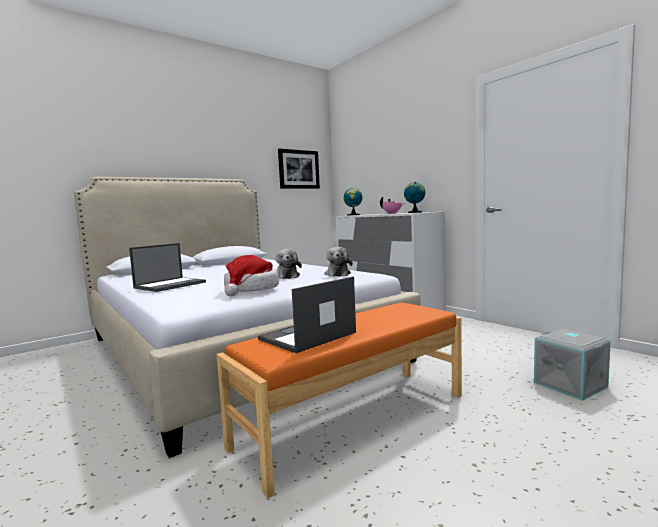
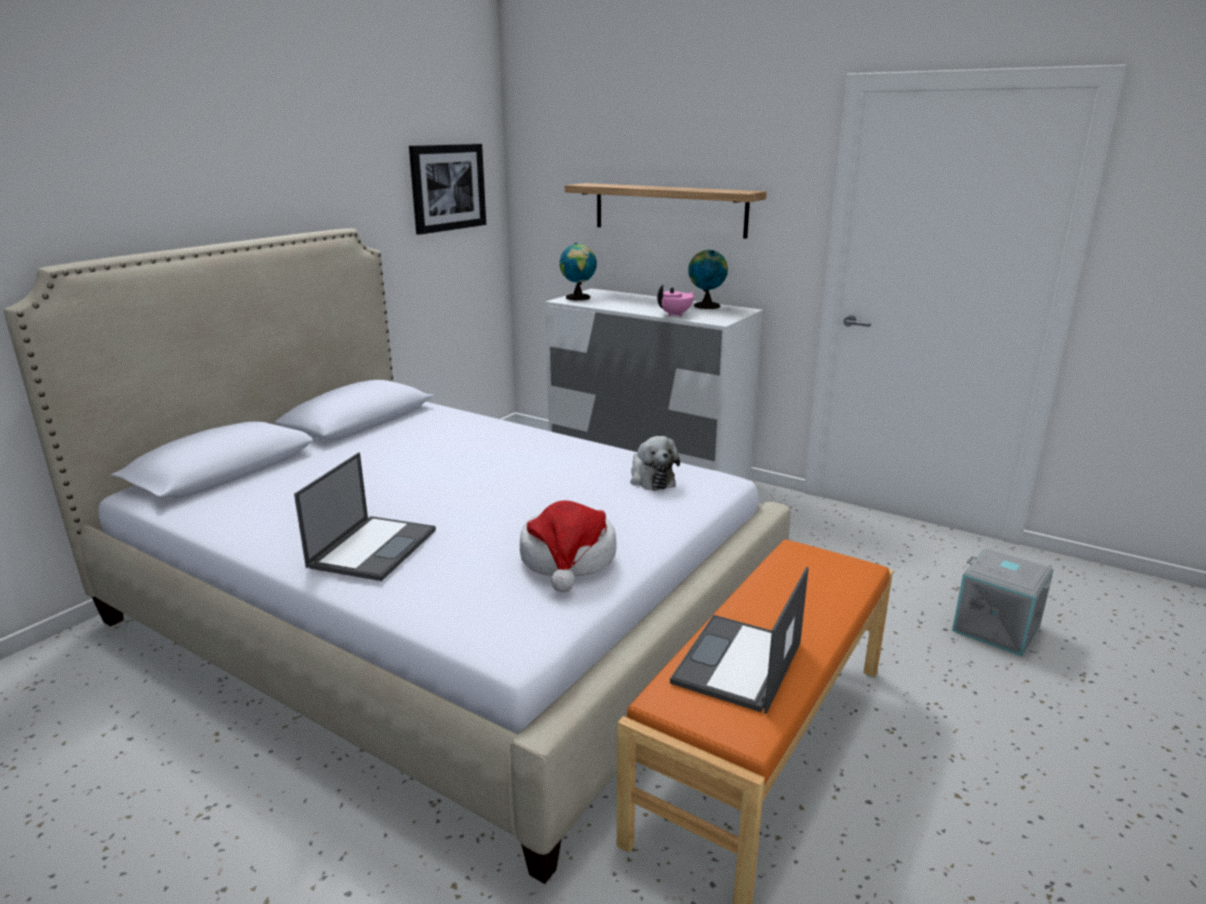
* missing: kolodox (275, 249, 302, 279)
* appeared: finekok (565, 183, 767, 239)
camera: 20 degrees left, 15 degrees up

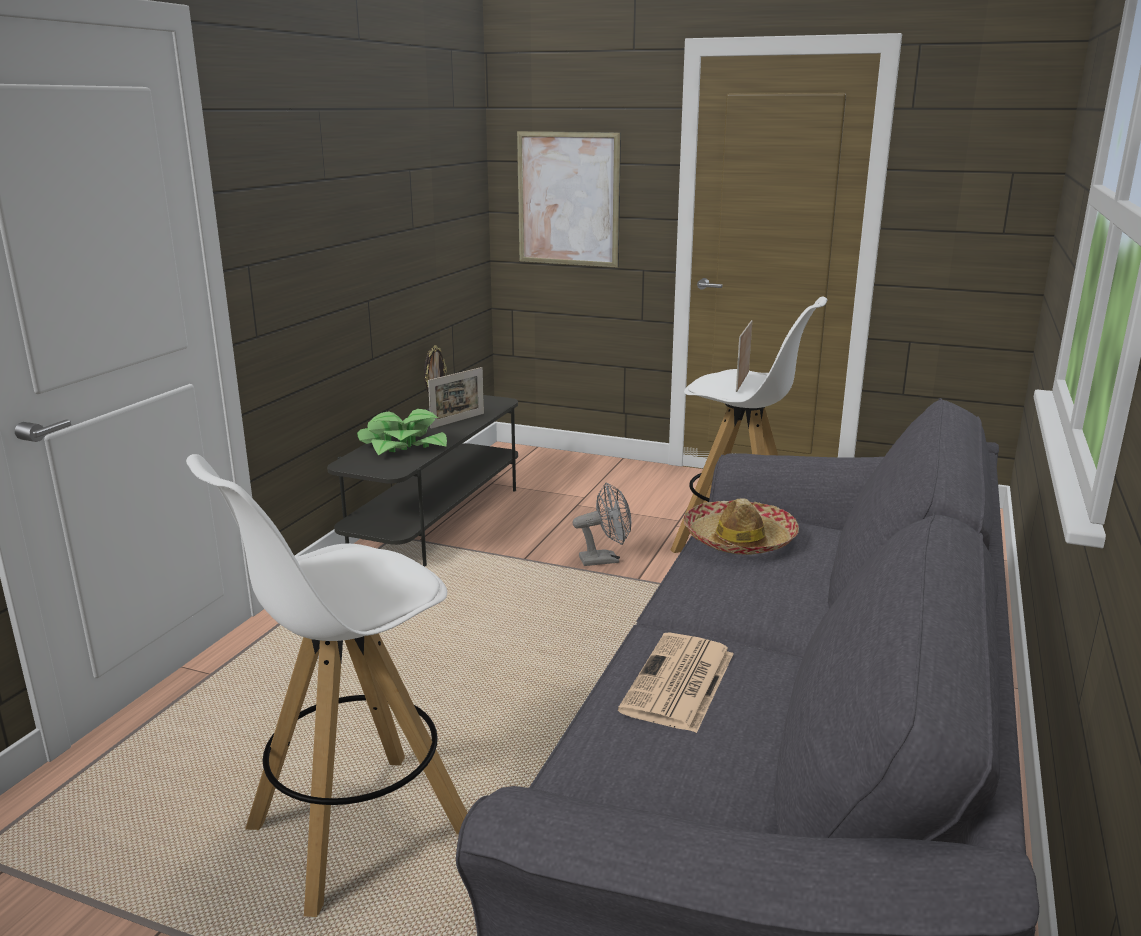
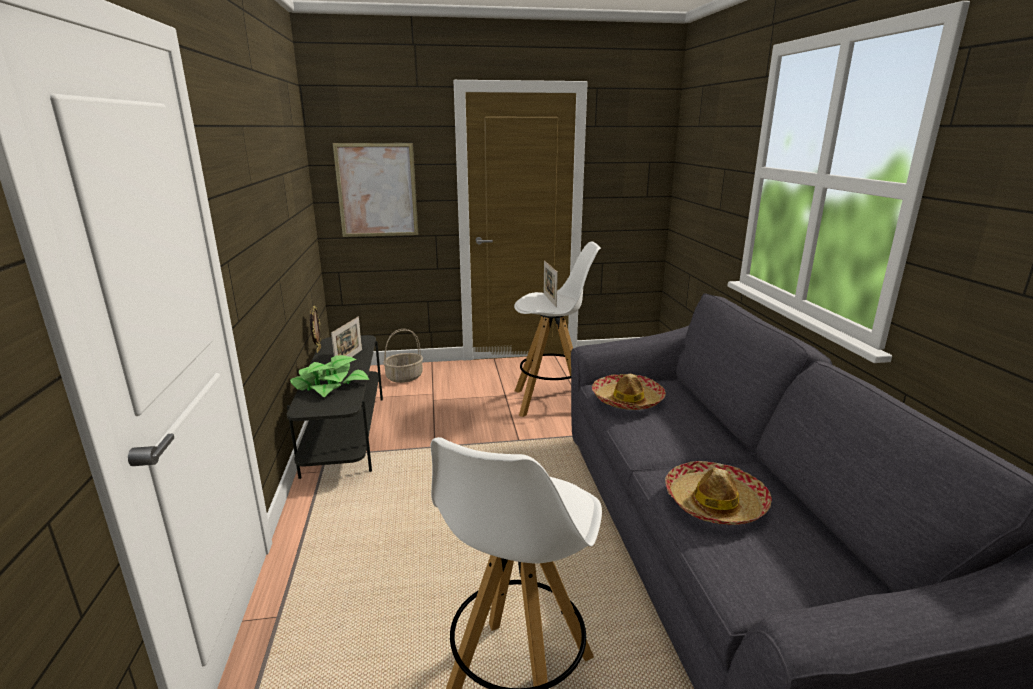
* missing: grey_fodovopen (573, 482, 631, 566)
* exchanged: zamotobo (618, 632, 734, 733) to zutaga (665, 461, 772, 525)
* appeared: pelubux (383, 329, 423, 383)
camera: 30 degrees left, 0 degrees up

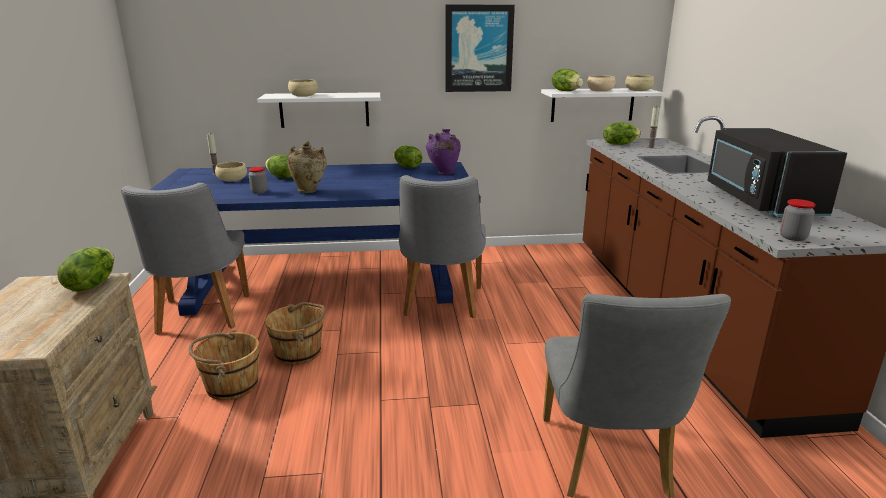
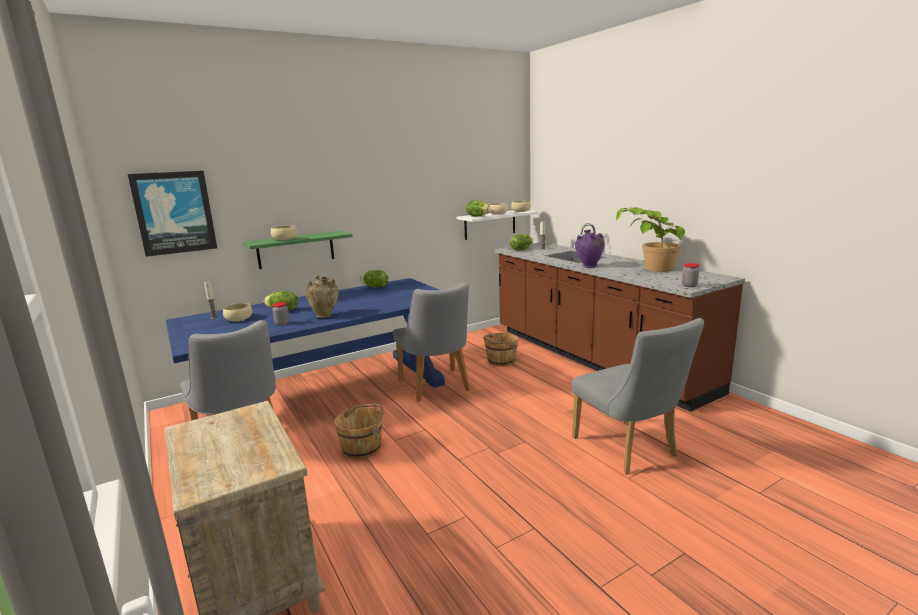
* missing: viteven (57, 247, 114, 292)
* relocated: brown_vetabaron (189, 330, 259, 400) to (483, 333, 518, 366)
* colour: white_finekok (257, 92, 380, 128) to green_finekok (243, 231, 353, 269)
* relocated: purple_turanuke (426, 129, 461, 175) to (575, 230, 605, 268)
* relocated: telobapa (445, 5, 515, 92) to (128, 171, 217, 257)
* exchanged: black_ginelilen (707, 128, 847, 217) to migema (616, 207, 685, 272)
camera: 25 degrees left, 5 degrees down

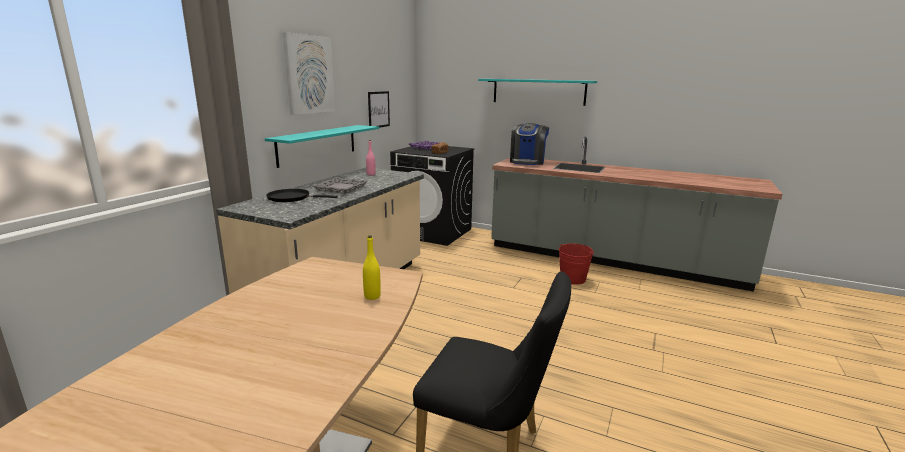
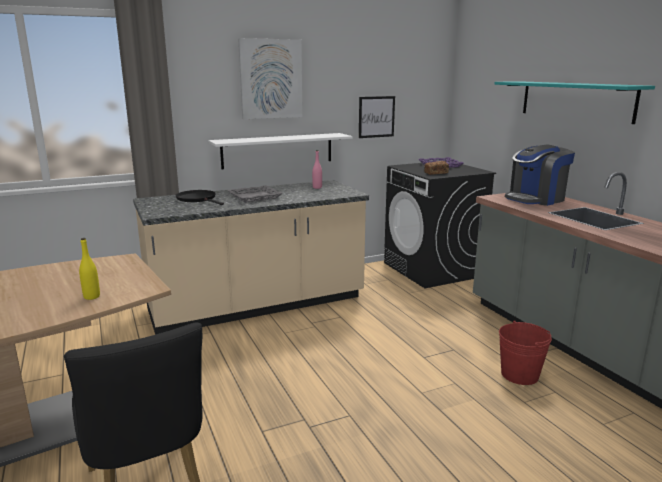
* colour: turquoise_finekok (265, 125, 379, 168) to white_finekok (208, 133, 353, 169)
camera: 40 degrees right, 0 degrees up

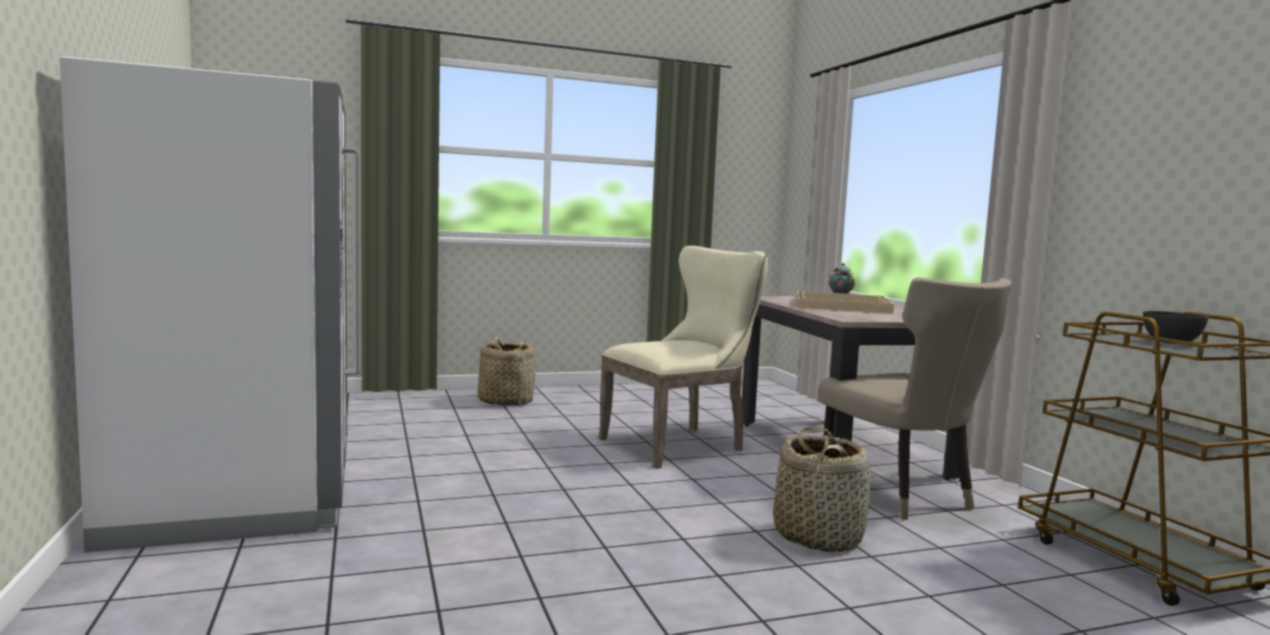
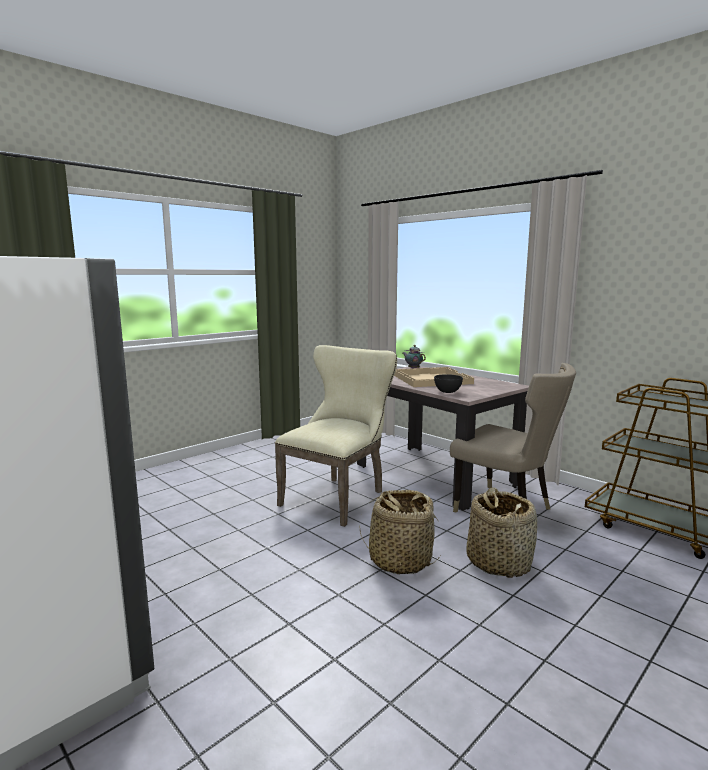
* relocated: pelubux (478, 337, 536, 406) to (359, 490, 440, 574)
* relocated: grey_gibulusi (1143, 311, 1208, 344) to (434, 374, 463, 393)
camera: 25 degrees left, 5 degrees up

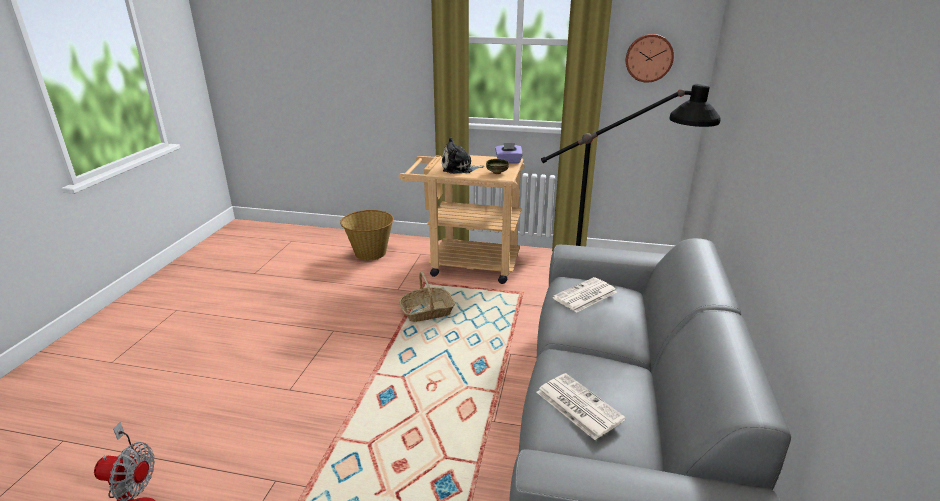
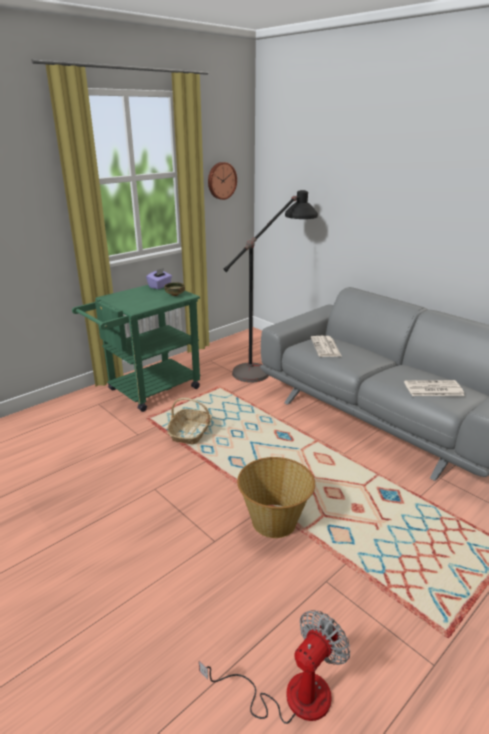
* relocated: pelubux (340, 210, 394, 260) to (237, 457, 315, 538)
* colour: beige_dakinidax (399, 155, 525, 284) to green_dakinidax (72, 285, 201, 412)
* missing: kolodox (442, 138, 484, 174)
camera: 55 degrees left, 0 degrees up

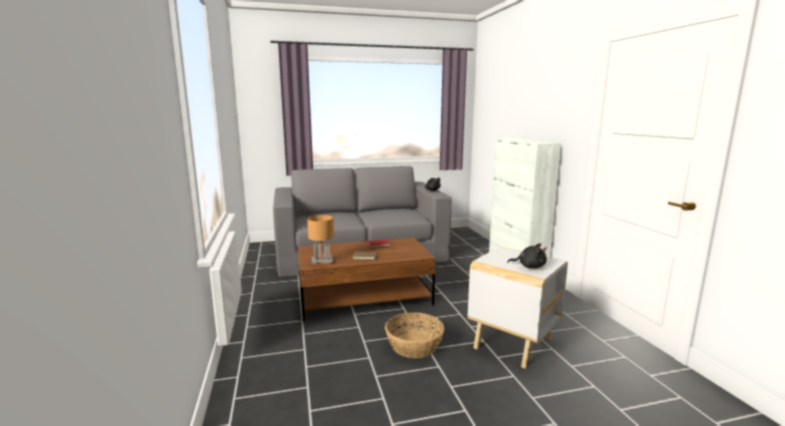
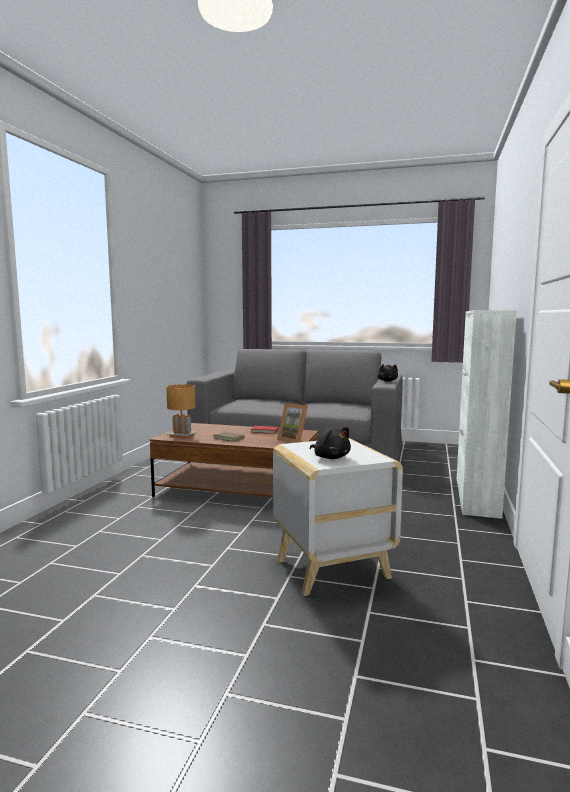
* missing: pelubux (385, 312, 445, 358)
* appeared: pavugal (277, 403, 308, 443)
camera: 30 degrees right, 5 degrees down

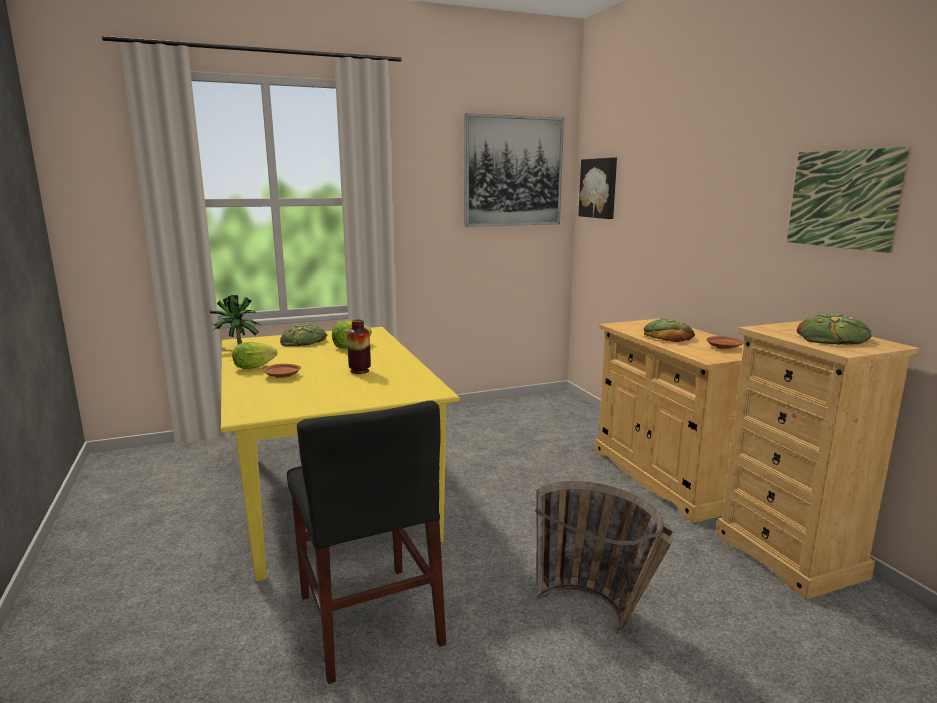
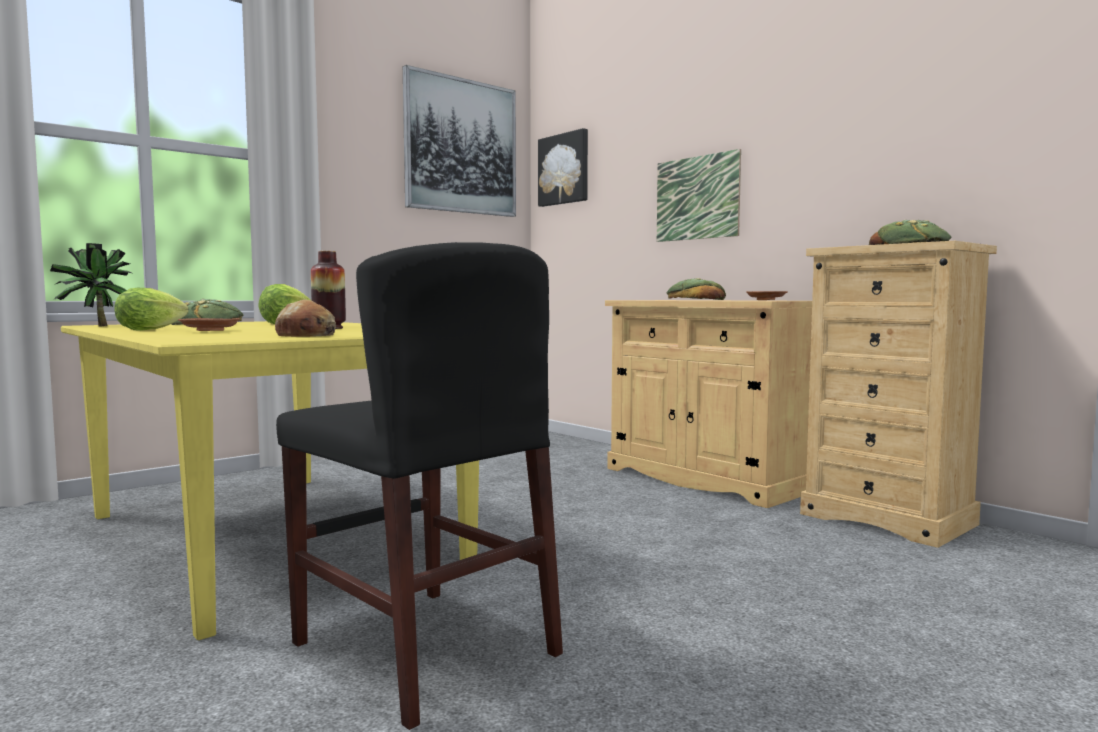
* missing: pelubux (536, 481, 673, 634)
* relocated: telobapa (787, 147, 912, 253) to (657, 149, 741, 242)
* appeared: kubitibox (275, 300, 336, 337)
camera: 20 degrees left, 10 degrees down

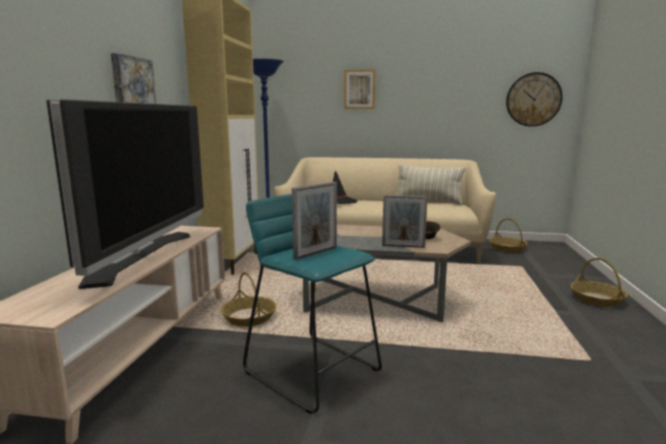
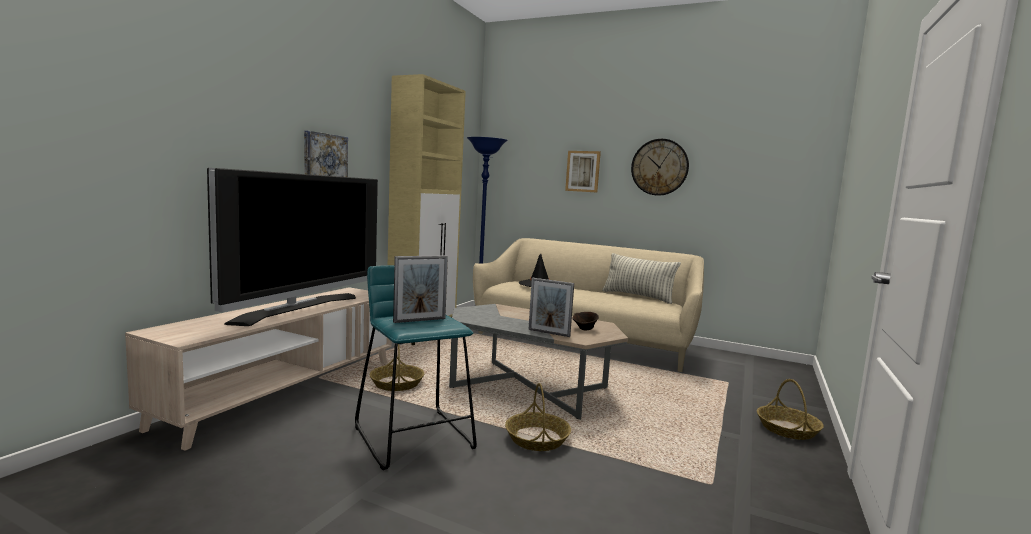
* relocated: pelubux (489, 218, 528, 252) to (505, 383, 571, 451)
* relocated: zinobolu (506, 72, 563, 127) to (631, 139, 689, 196)
camera: 15 degrees right, 5 degrees down

